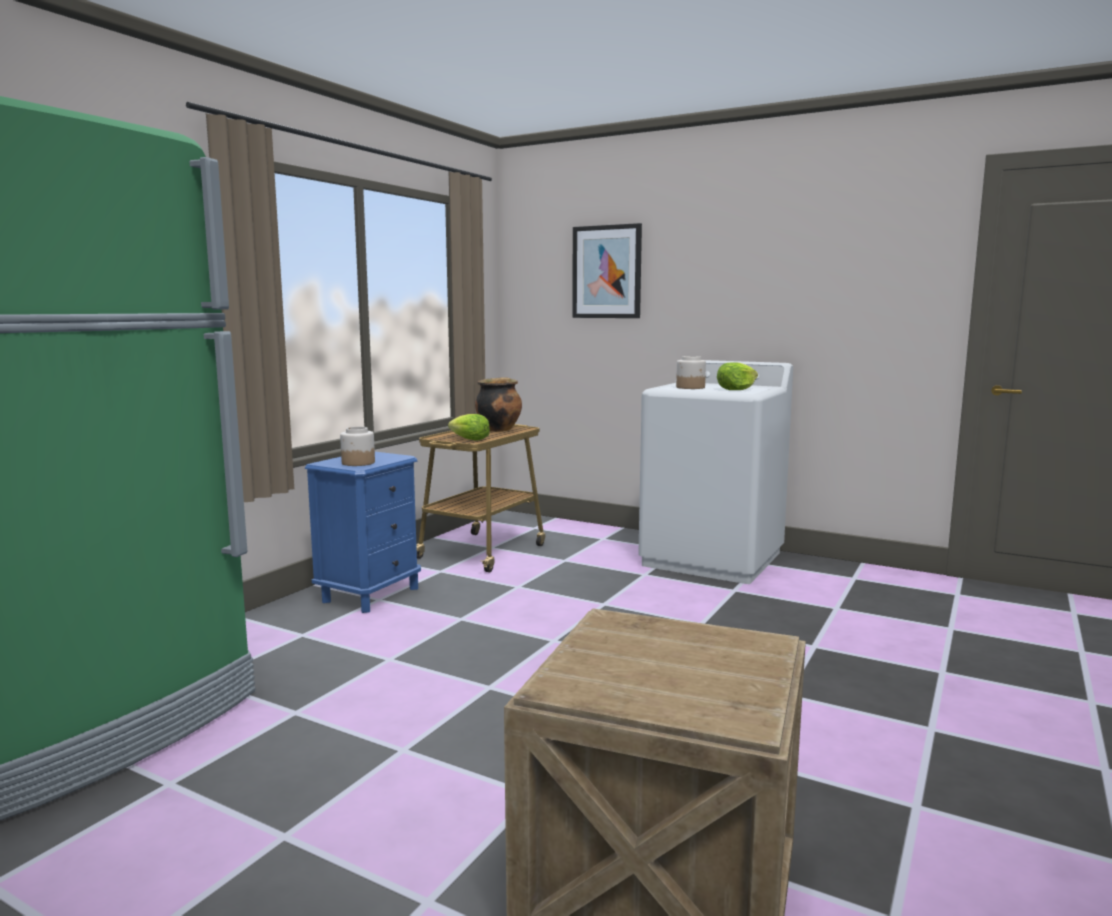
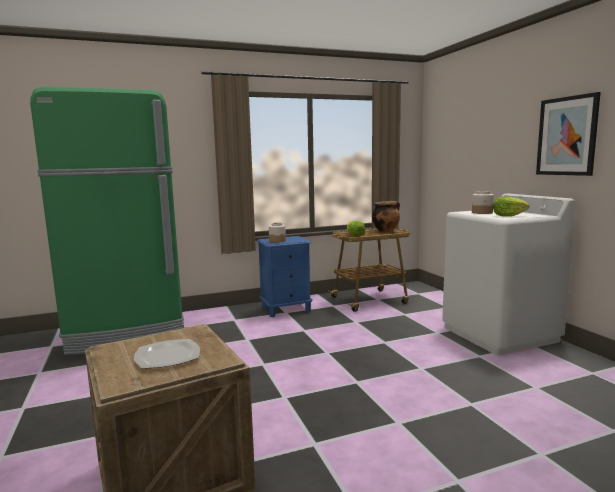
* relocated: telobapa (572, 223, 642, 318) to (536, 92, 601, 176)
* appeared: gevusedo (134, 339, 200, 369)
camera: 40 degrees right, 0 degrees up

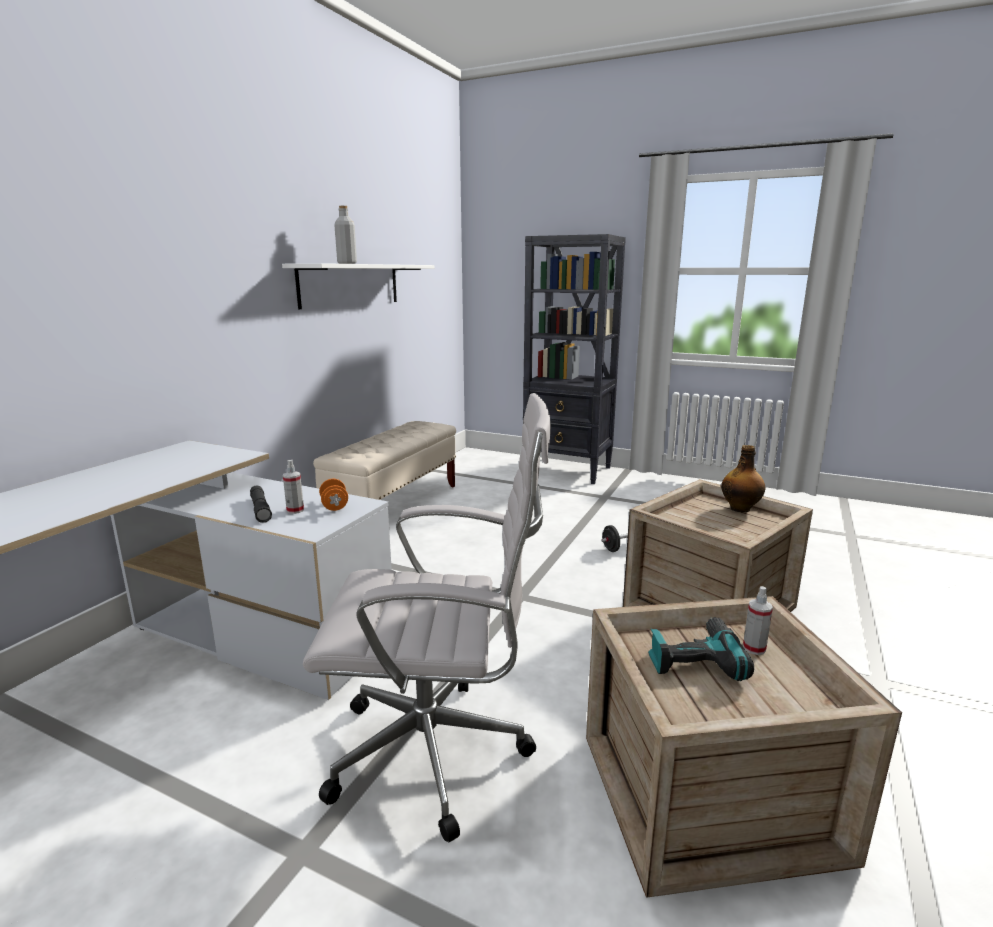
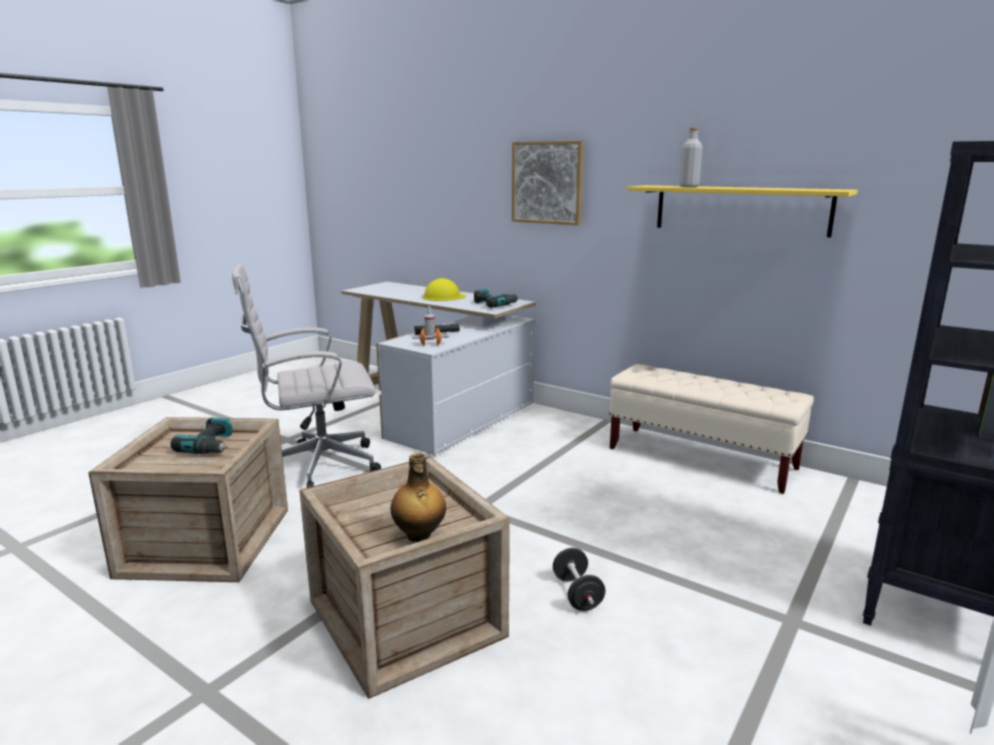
* colour: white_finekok (282, 263, 434, 309) to yellow_finekok (627, 185, 858, 237)
* spun: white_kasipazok (303, 393, 551, 843) = (232, 264, 381, 488) 60 degrees clockwise
* missing: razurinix (743, 586, 773, 655)
* appeared: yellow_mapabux (423, 278, 466, 301)
* appeared: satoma (474, 289, 519, 308)
* appeared: telobapa (512, 141, 584, 225)
camera: 100 degrees right, 0 degrees up

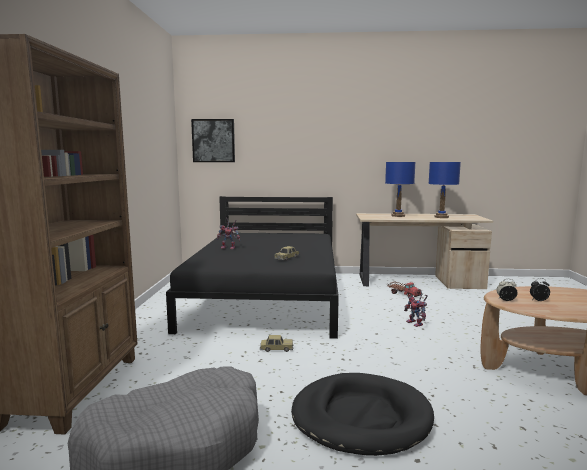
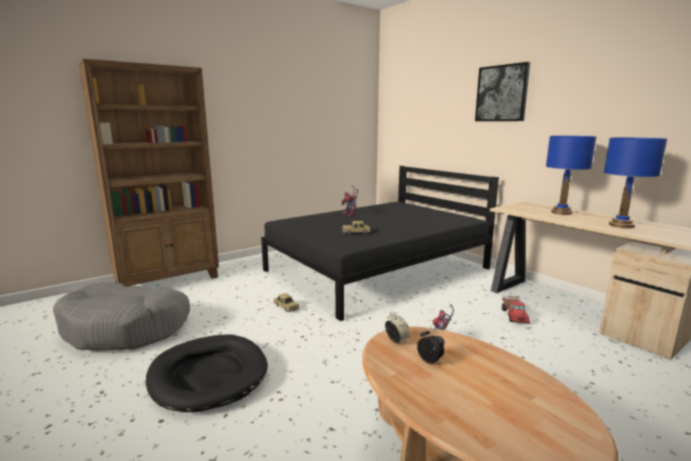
* relocated: telobapa (191, 119, 235, 162) to (475, 62, 530, 121)
camera: 50 degrees right, 5 degrees up

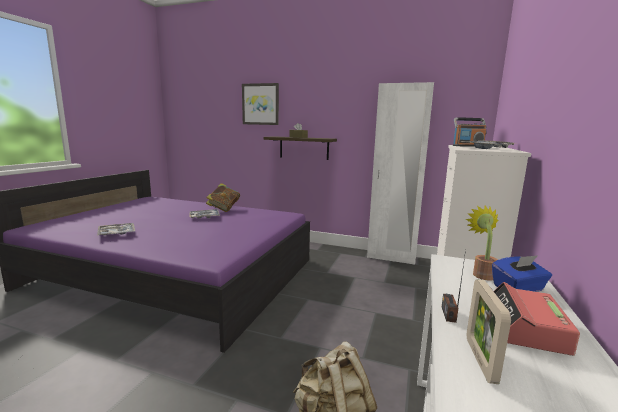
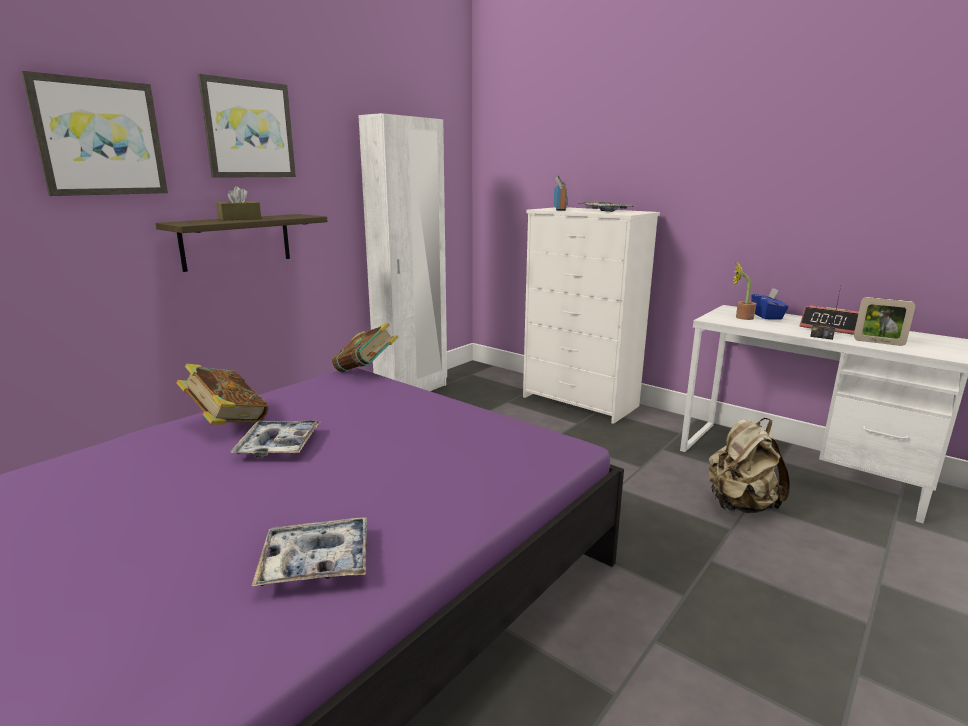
* appeared: telobapa (198, 74, 296, 178)
* appeared: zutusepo (332, 323, 399, 372)
camera: 70 degrees left, 5 degrees up

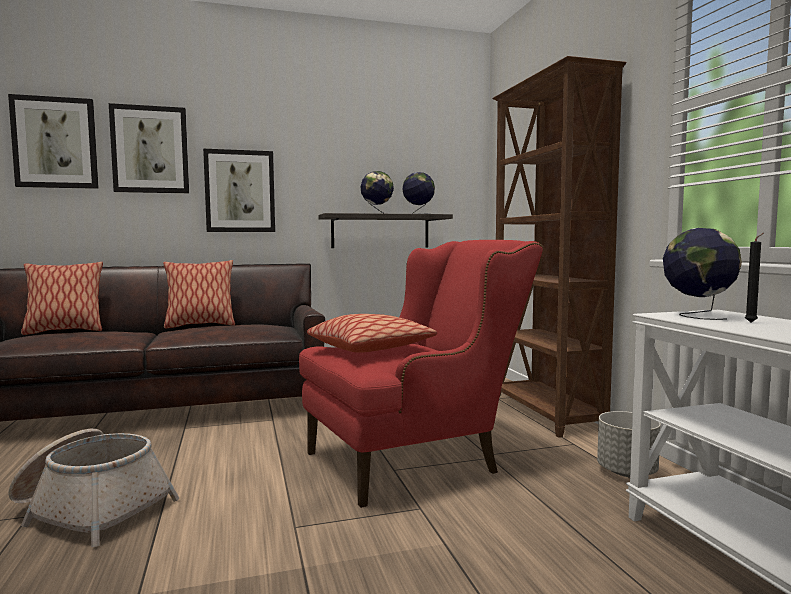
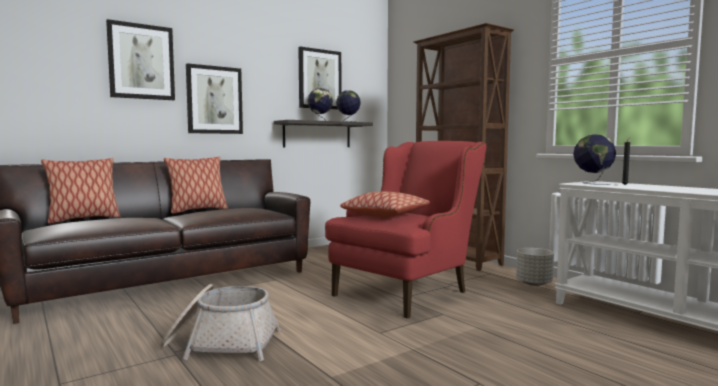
* relocated: telobapa (8, 94, 99, 189) to (298, 47, 341, 110)
camera: 20 degrees left, 0 degrees up

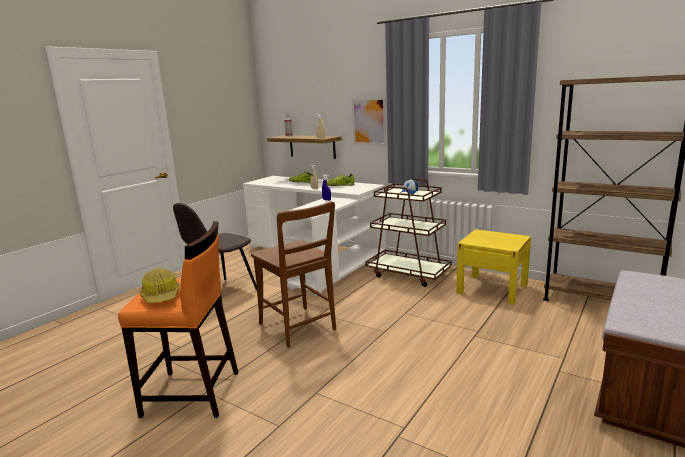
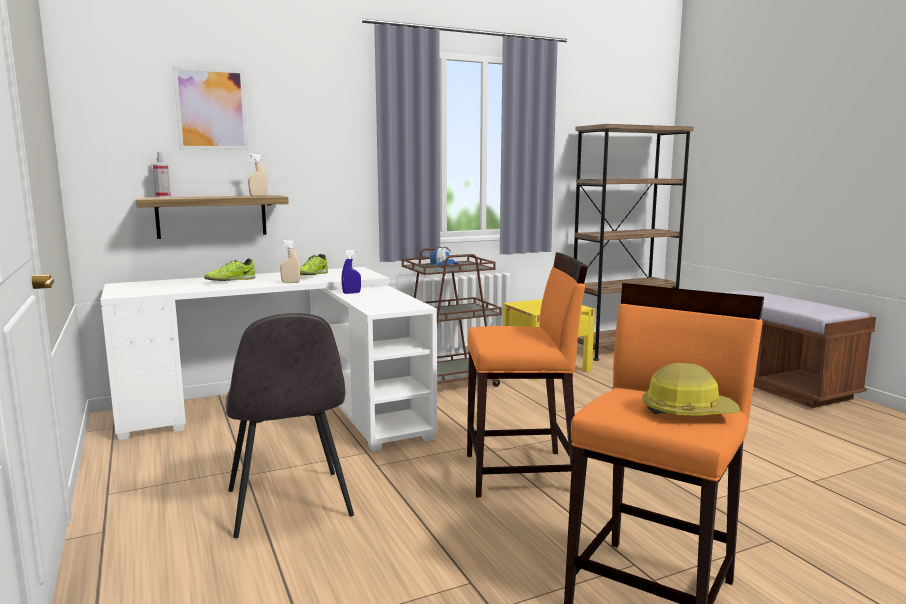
* exchanged: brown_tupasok (251, 201, 336, 348) to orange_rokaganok (467, 252, 588, 498)
* relocated: telobapa (352, 98, 386, 145) to (173, 66, 248, 150)
camera: 60 degrees left, 5 degrees down

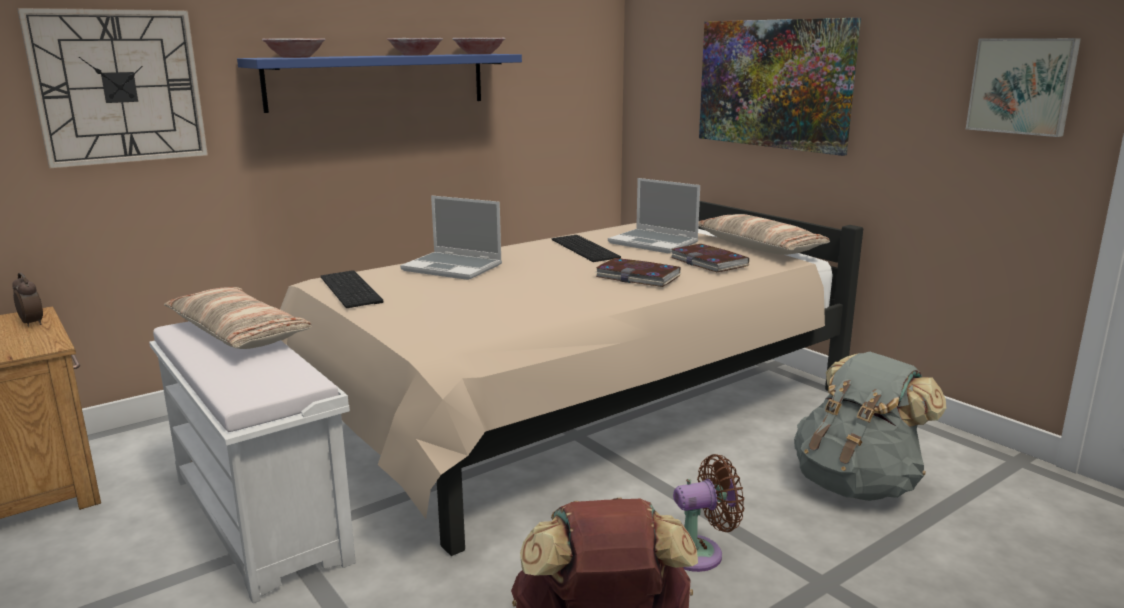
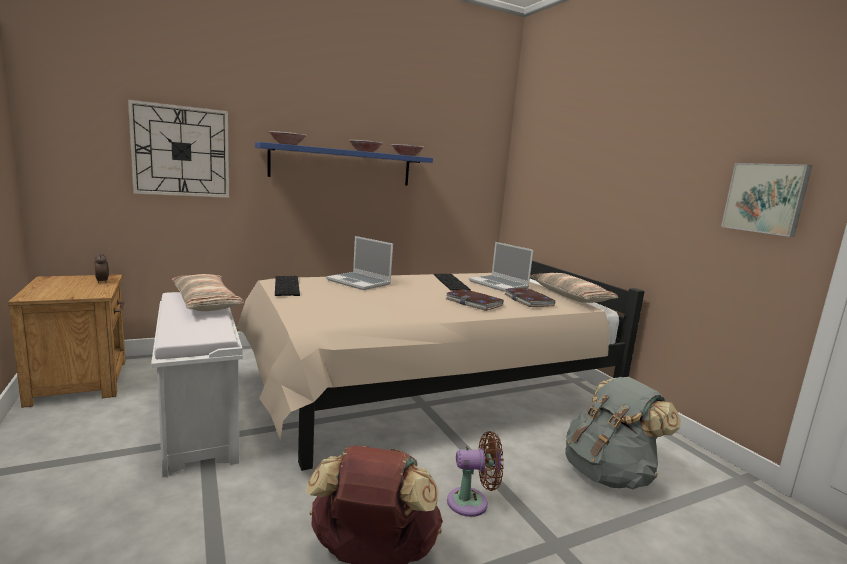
* missing: telobapa (699, 18, 861, 156)
camera: 10 degrees right, 5 degrees down

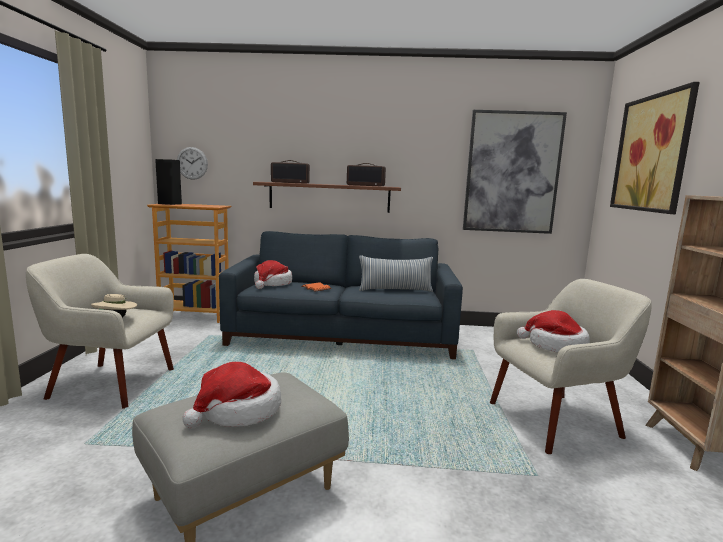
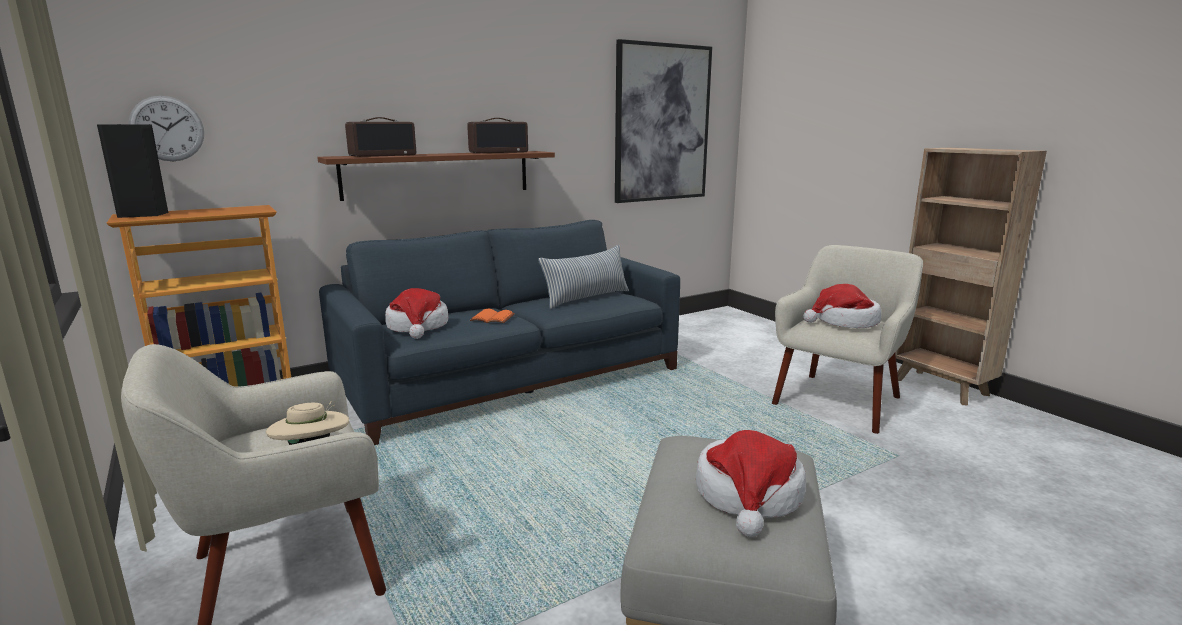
* missing: telobapa (610, 82, 700, 214)
camera: 35 degrees left, 5 degrees up

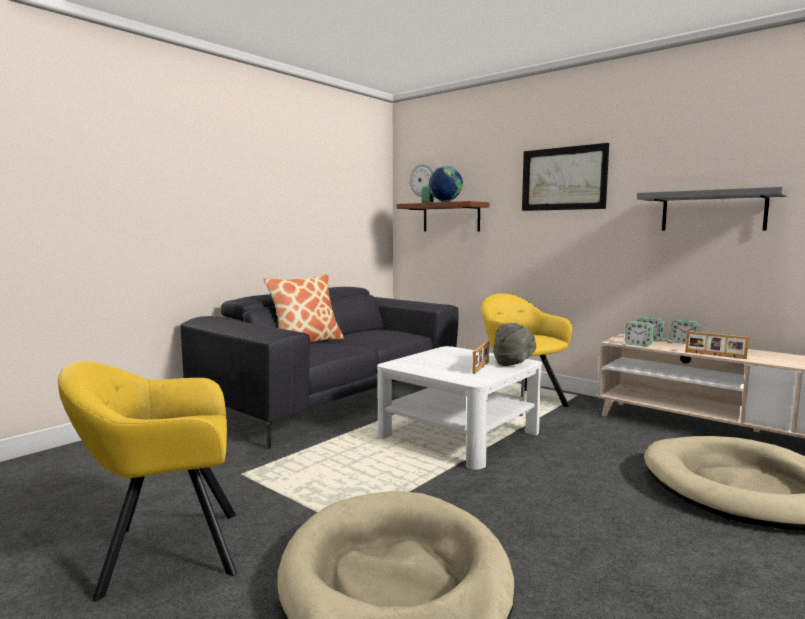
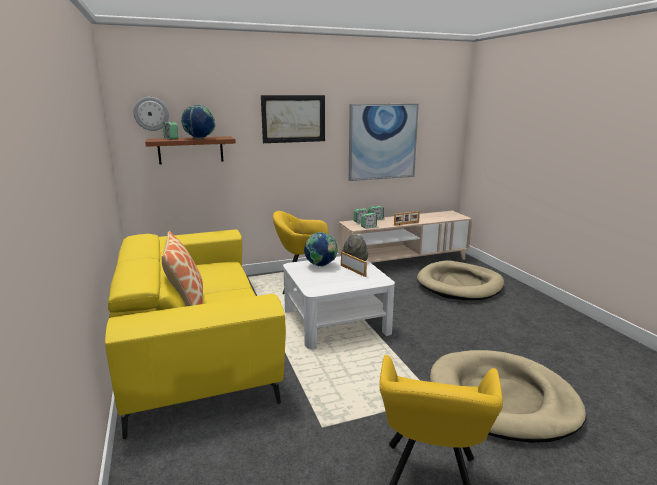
* colour: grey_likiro (181, 287, 458, 449) to yellow_likiro (105, 229, 286, 439)
* exchanged: grey_finekok (637, 187, 788, 230) to telobapa (349, 104, 419, 181)
* appeared: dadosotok (304, 232, 338, 267)
camera: 60 degrees left, 10 degrees up

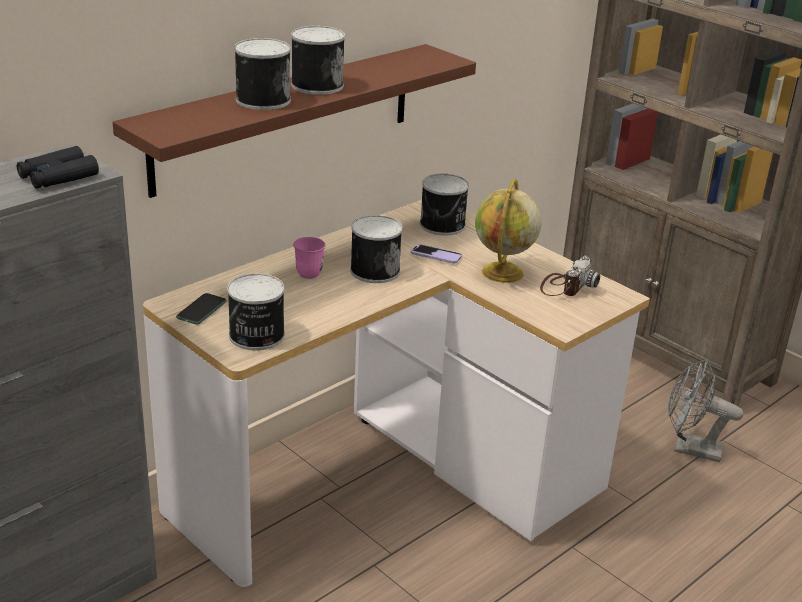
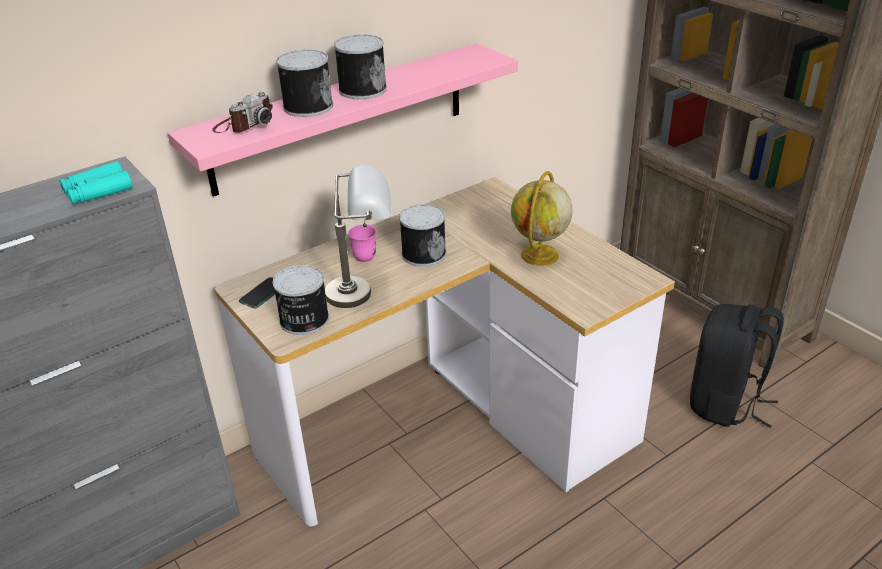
* colour: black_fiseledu (17, 146, 99, 189) to turquoise_fiseledu (60, 161, 133, 204)
* colour: brown_finekok (113, 44, 476, 198) to pink_finekok (167, 43, 518, 197)
* missing: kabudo (411, 244, 462, 264)
* missing: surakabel (420, 174, 469, 236)
* relocated: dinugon (540, 256, 600, 296) to (212, 92, 273, 133)
* exchanged: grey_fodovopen (668, 359, 744, 462) to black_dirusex (690, 304, 784, 428)
* appeared: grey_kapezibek (325, 165, 391, 308)
camera: 10 degrees right, 5 degrees up

